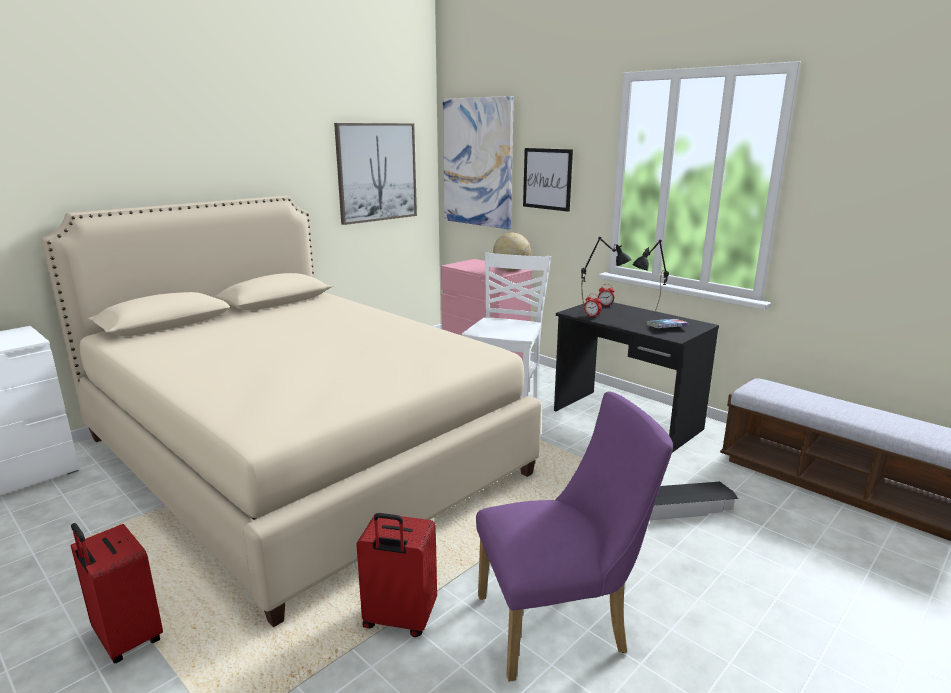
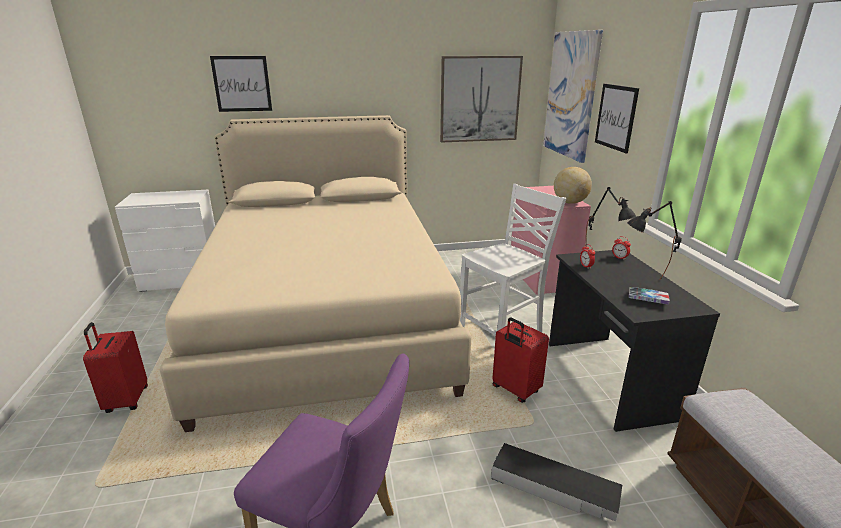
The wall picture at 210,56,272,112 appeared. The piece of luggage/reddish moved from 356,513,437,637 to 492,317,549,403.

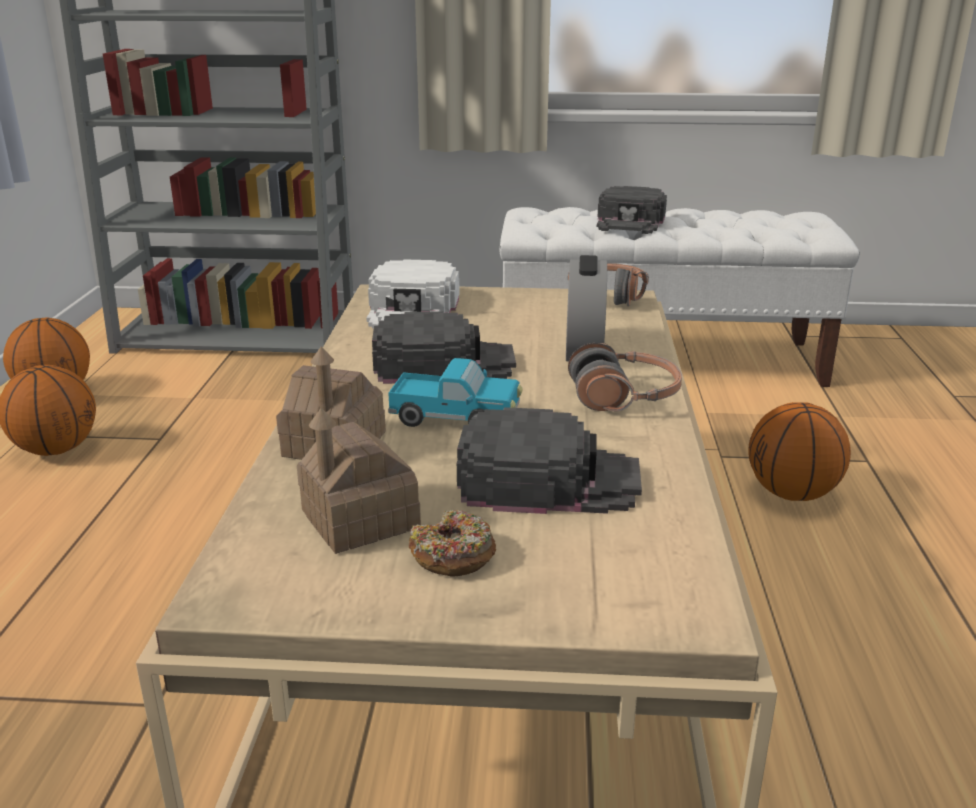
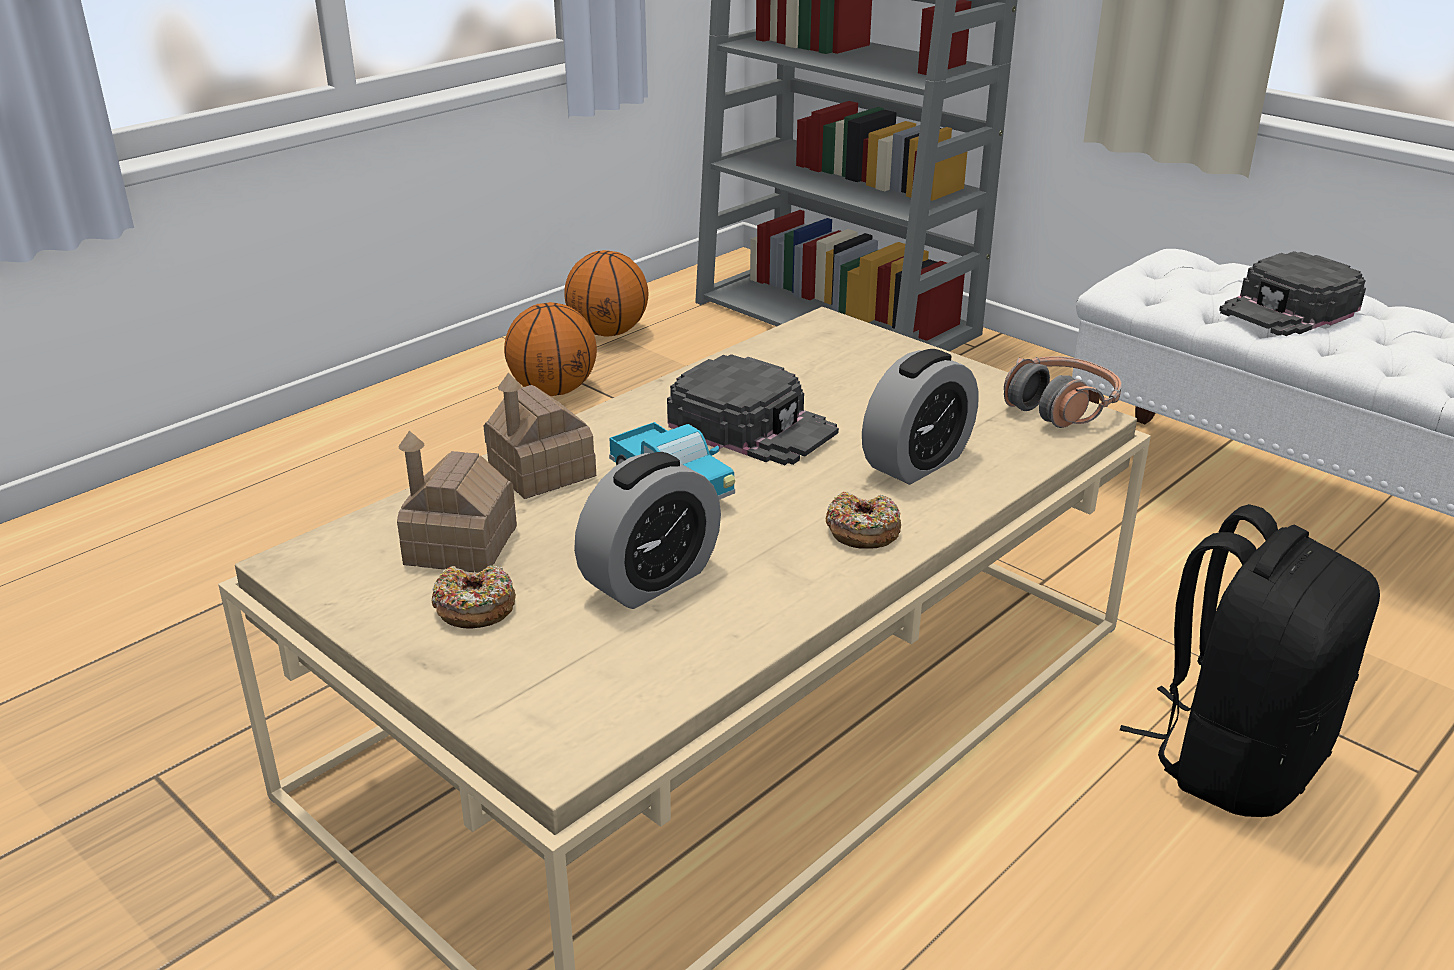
The peaked cap/white-coloured at 367,259,460,329 disappeared. The peaked cap/blackish at 457,407,642,514 was replaced by the alarm clock at 574,452,721,609. The headset at 568,343,682,411 was replaced by the ring doughnut at 826,491,901,549. The ball for basketball at 748,402,851,501 was replaced by the rucksack/blackish at 1120,504,1380,817.

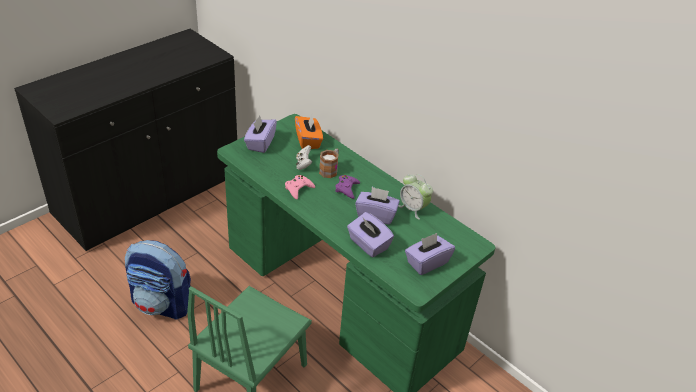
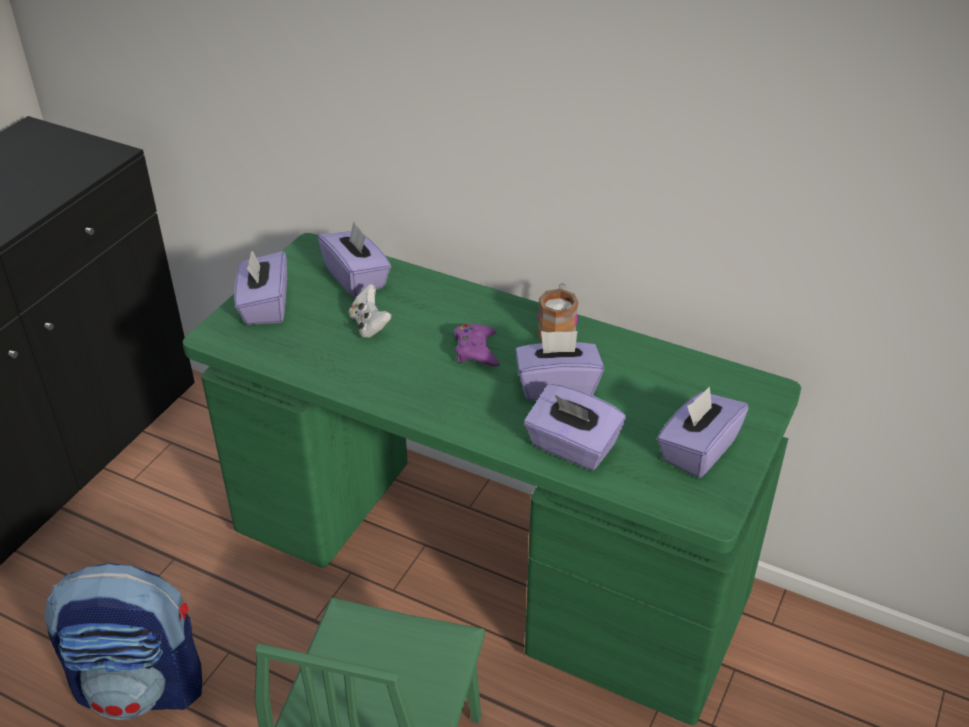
The game controller/pink at 285,175,315,200 disappeared. The alarm clock at 398,174,433,220 disappeared. The mug moved from 319,149,339,178 to 537,283,579,342. The box of tissues/orangey at 295,115,323,149 became the box of tissues/purple at 318,221,391,298.

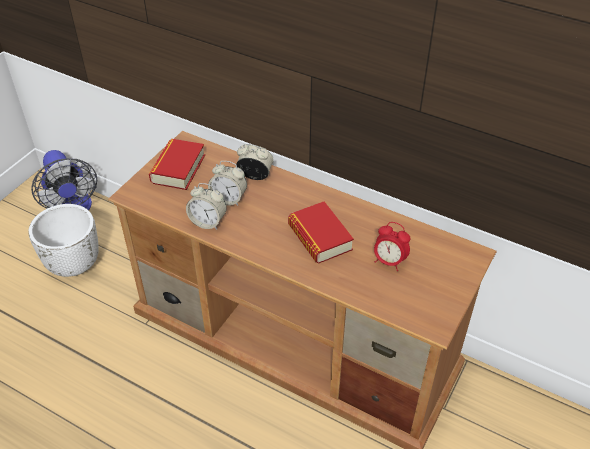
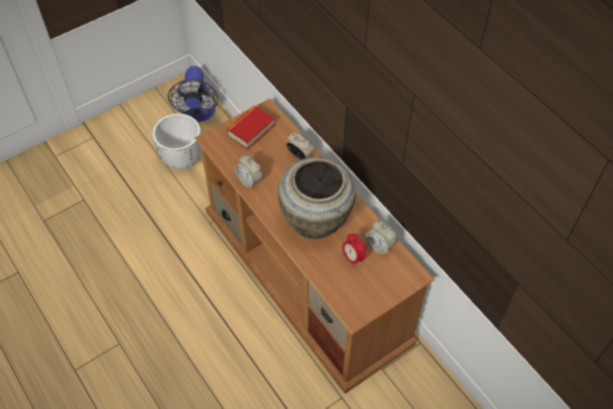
The alarm clock moved from 208,161,247,206 to 366,221,397,255. The book at 288,201,354,263 was replaced by the flower vase/sand-coloured at 278,157,356,239.

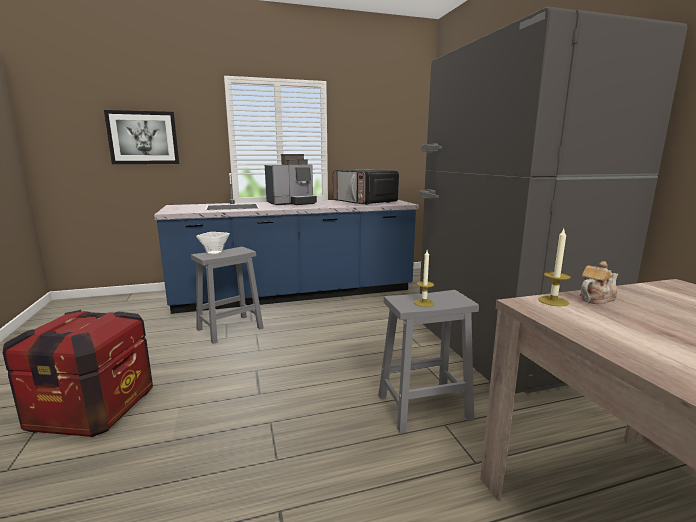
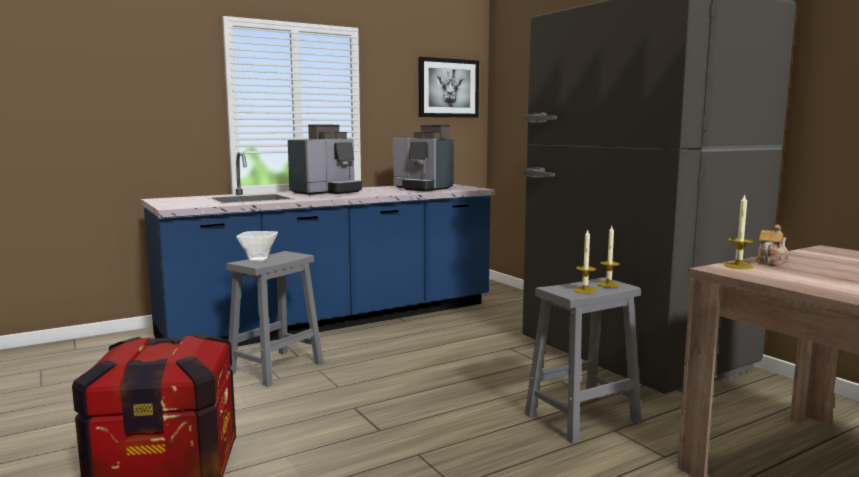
The wax candle at 597,226,620,287 appeared. The wall picture moved from 104,110,179,164 to 419,57,479,118. The microwave oven at 333,170,399,205 was replaced by the coffee brewer at 393,125,453,191.

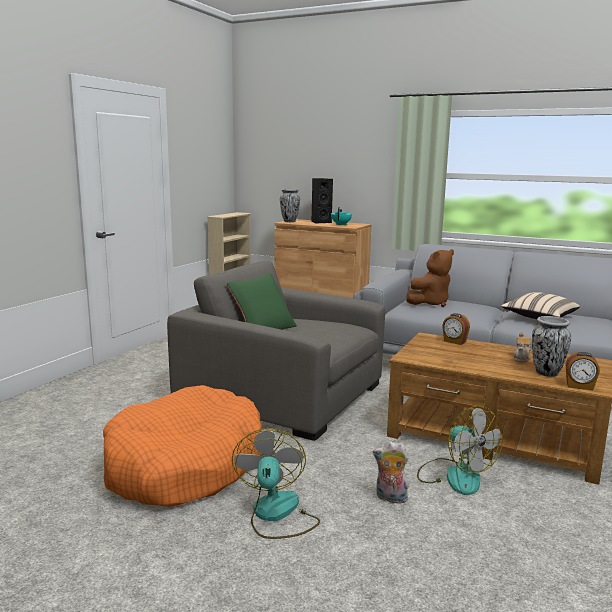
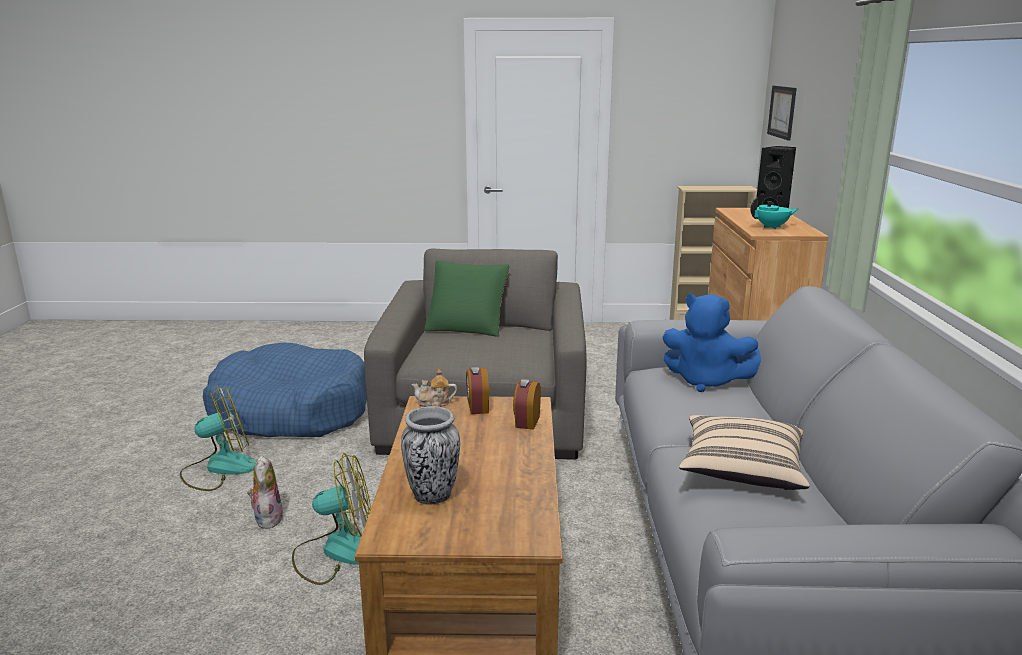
The flower vase at 280,189,300,222 disappeared. The wall picture at 767,86,797,141 appeared. The tea pot moved from 513,332,531,362 to 412,369,457,407. The alarm clock moved from 565,351,600,390 to 466,366,489,414. The pet bed/orangey at 103,385,262,507 became the pet bed/bluish at 203,342,367,437. The plush toy/brownish at 406,249,454,307 became the plush toy/bluish at 662,294,761,392. The electric fan at 417,406,503,495 turned 135 degrees counterclockwise.

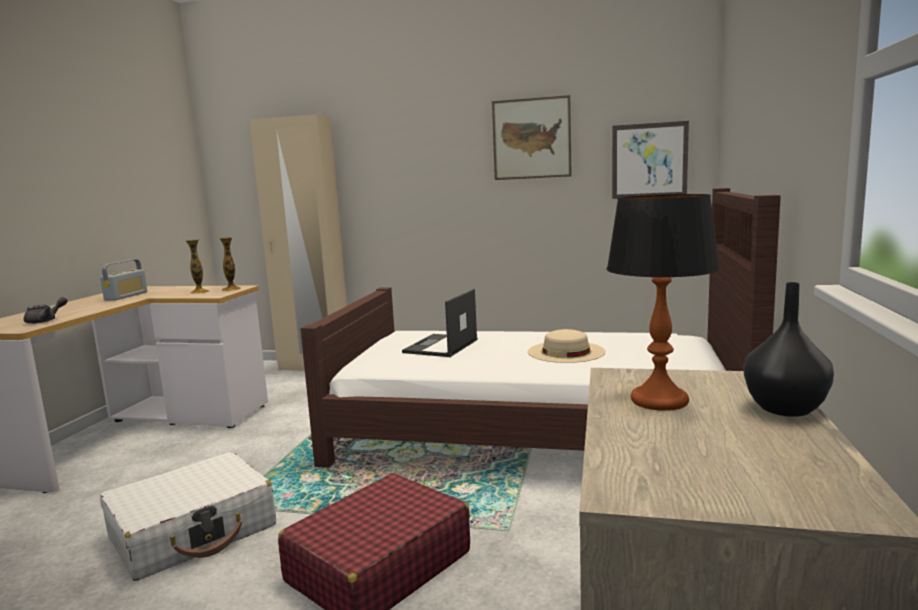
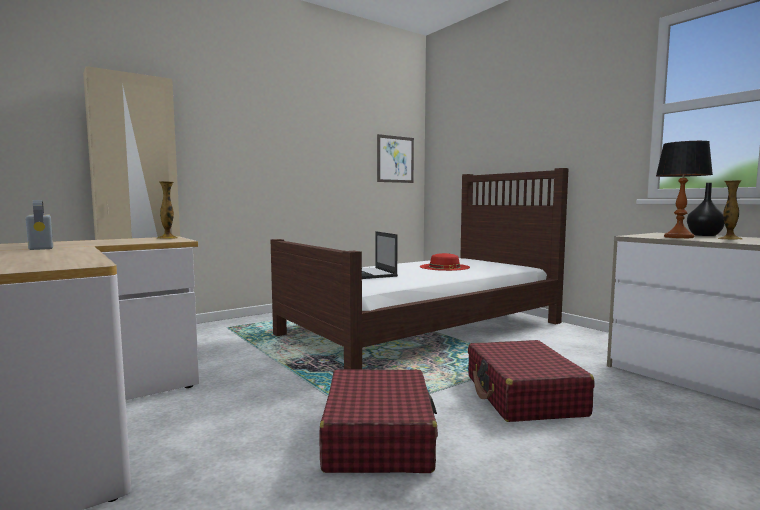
The tea pot/grey at 24,297,68,324 disappeared. The wall picture at 492,95,572,180 disappeared. The flower vase moved from 186,239,209,294 to 718,180,742,240. The piece of luggage/white-coloured at 100,452,276,581 became the piece of luggage/reddish at 319,369,438,473. The hat/sand-coloured at 528,329,605,363 became the hat/reddish at 420,253,470,271.

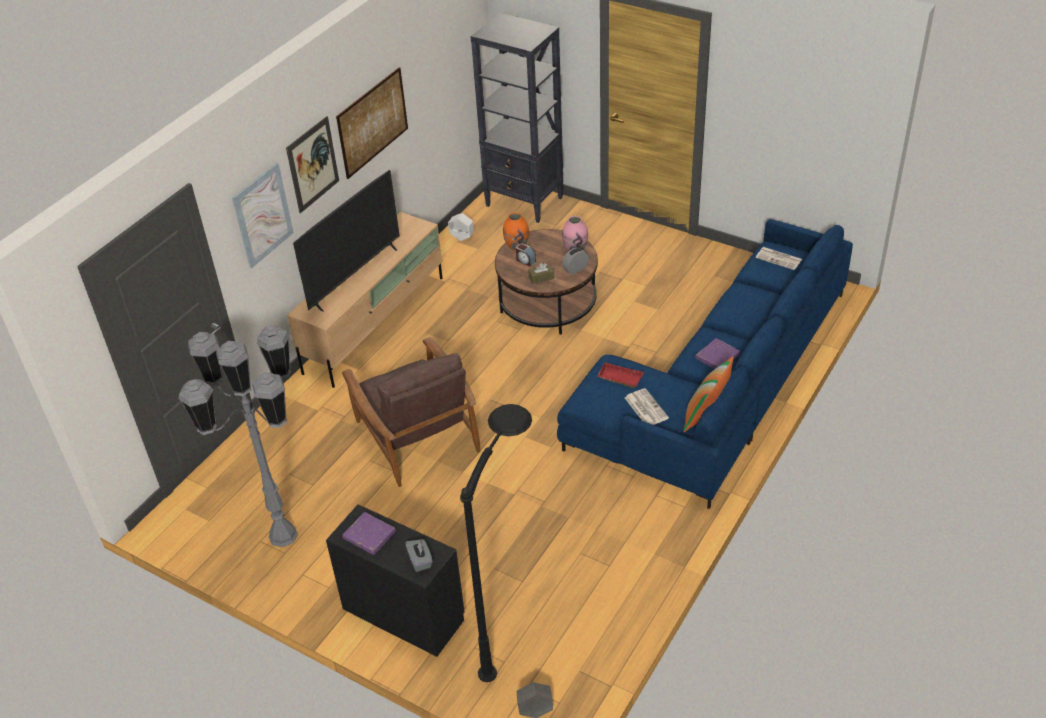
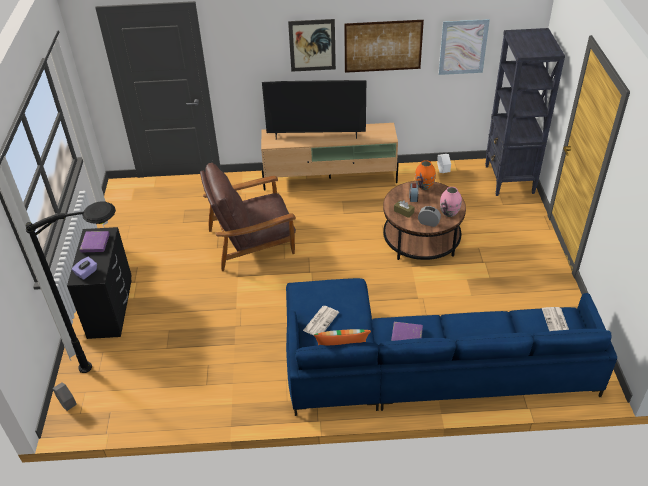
The standing lamp/grey at 179,325,298,547 disappeared. The carrying tray/reddish at 597,362,644,388 disappeared. The wall picture moved from 232,163,294,268 to 438,19,490,75. The box of tissues/grey at 405,539,433,572 became the box of tissues/purple at 72,257,97,280. The easy chair/brownish at 342,338,480,487 turned 45 degrees clockwise.

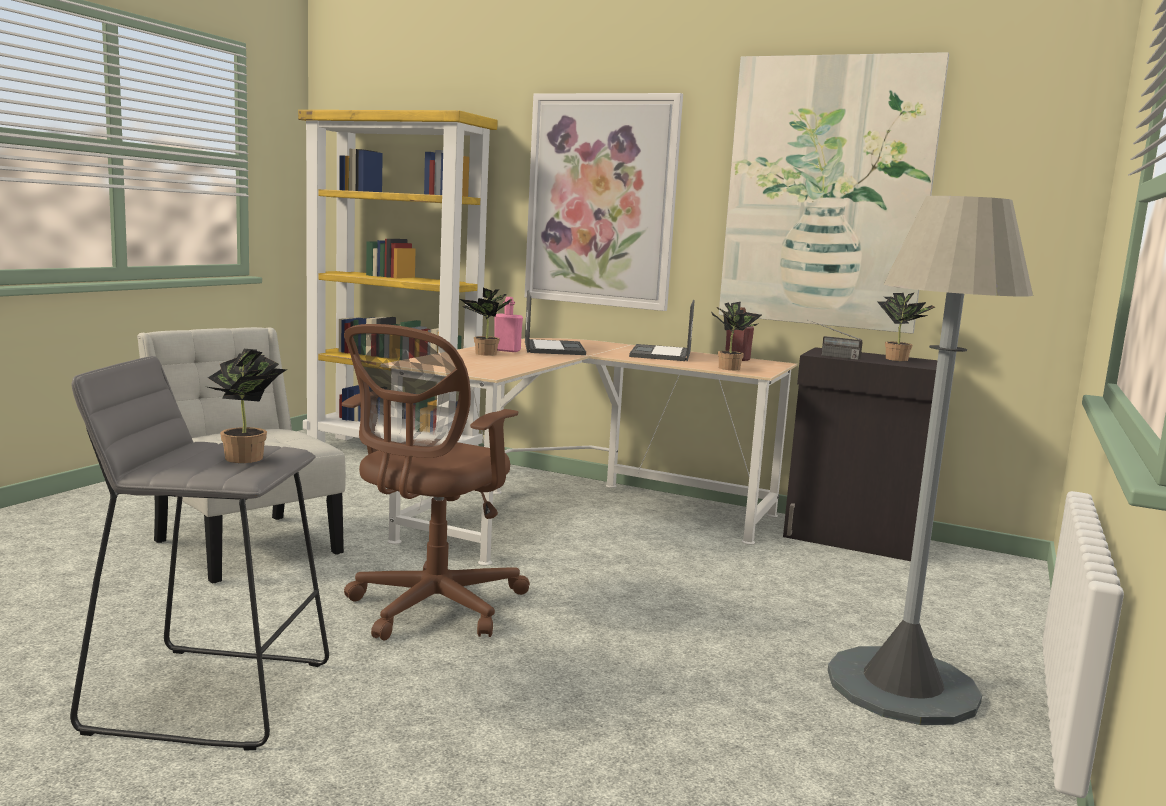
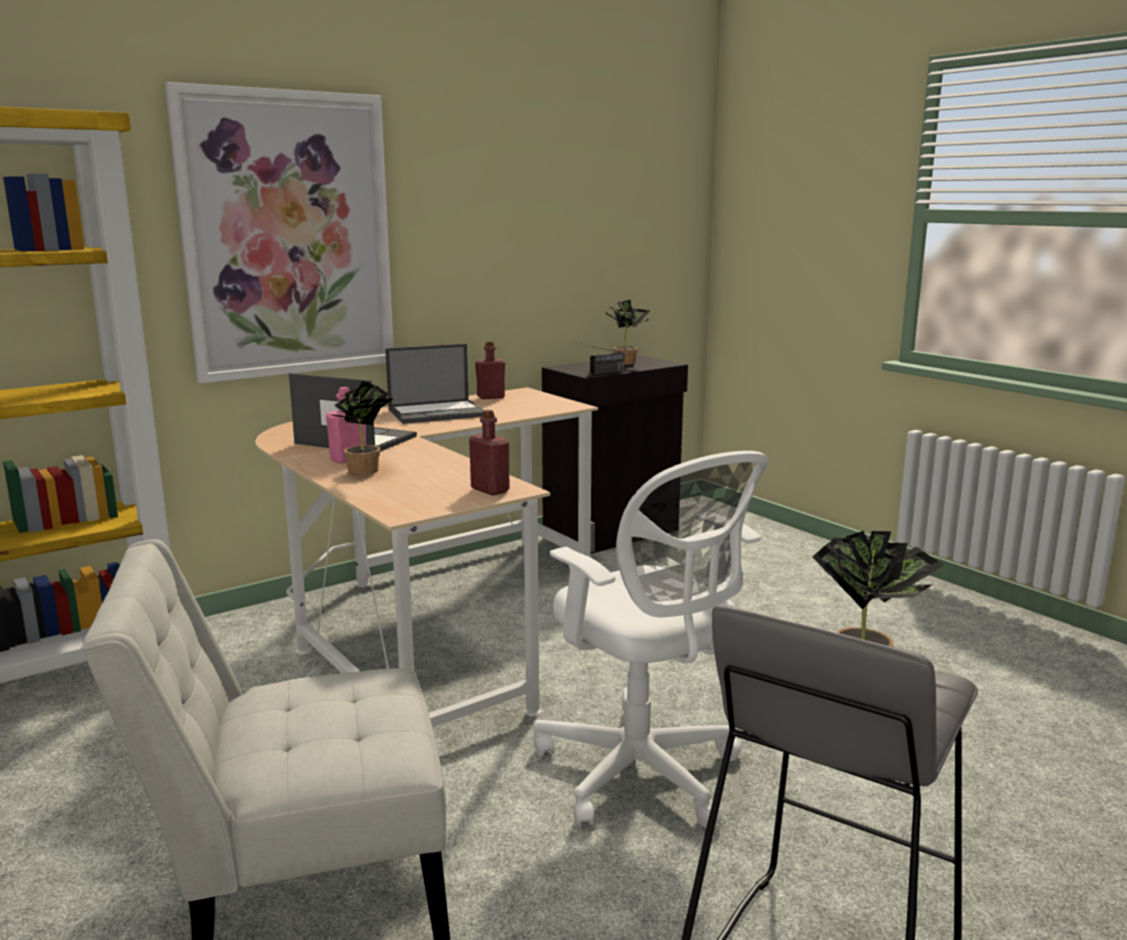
The plant in a pot at 711,302,762,370 disappeared. The wall picture at 719,52,949,334 disappeared. The standing lamp/grey at 828,196,1033,725 disappeared. The bottle/reddish at 469,410,510,496 appeared. The office chair/brownish at 342,324,530,641 became the office chair/white-coloured at 533,451,769,828. The portable computer at 629,300,695,361 turned 60 degrees counterclockwise.

